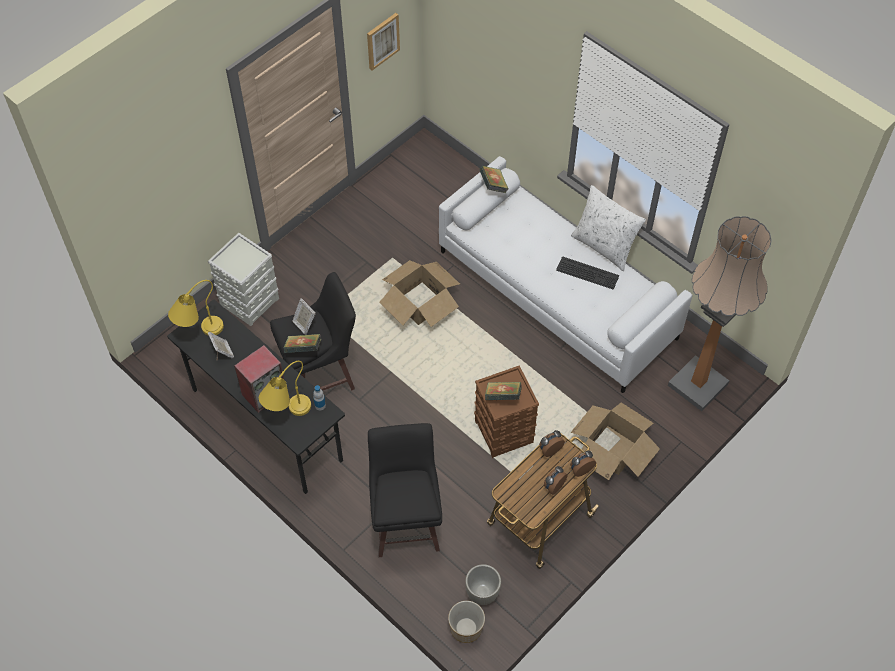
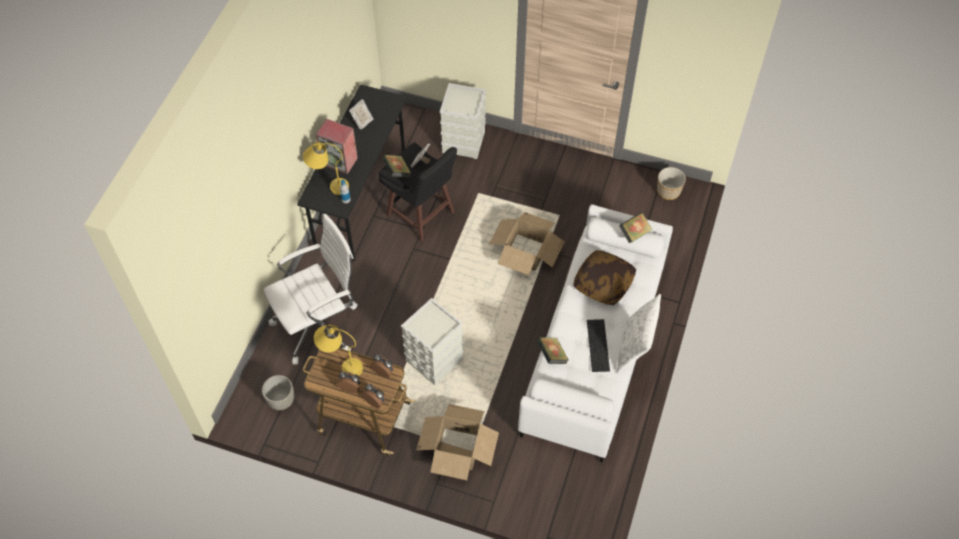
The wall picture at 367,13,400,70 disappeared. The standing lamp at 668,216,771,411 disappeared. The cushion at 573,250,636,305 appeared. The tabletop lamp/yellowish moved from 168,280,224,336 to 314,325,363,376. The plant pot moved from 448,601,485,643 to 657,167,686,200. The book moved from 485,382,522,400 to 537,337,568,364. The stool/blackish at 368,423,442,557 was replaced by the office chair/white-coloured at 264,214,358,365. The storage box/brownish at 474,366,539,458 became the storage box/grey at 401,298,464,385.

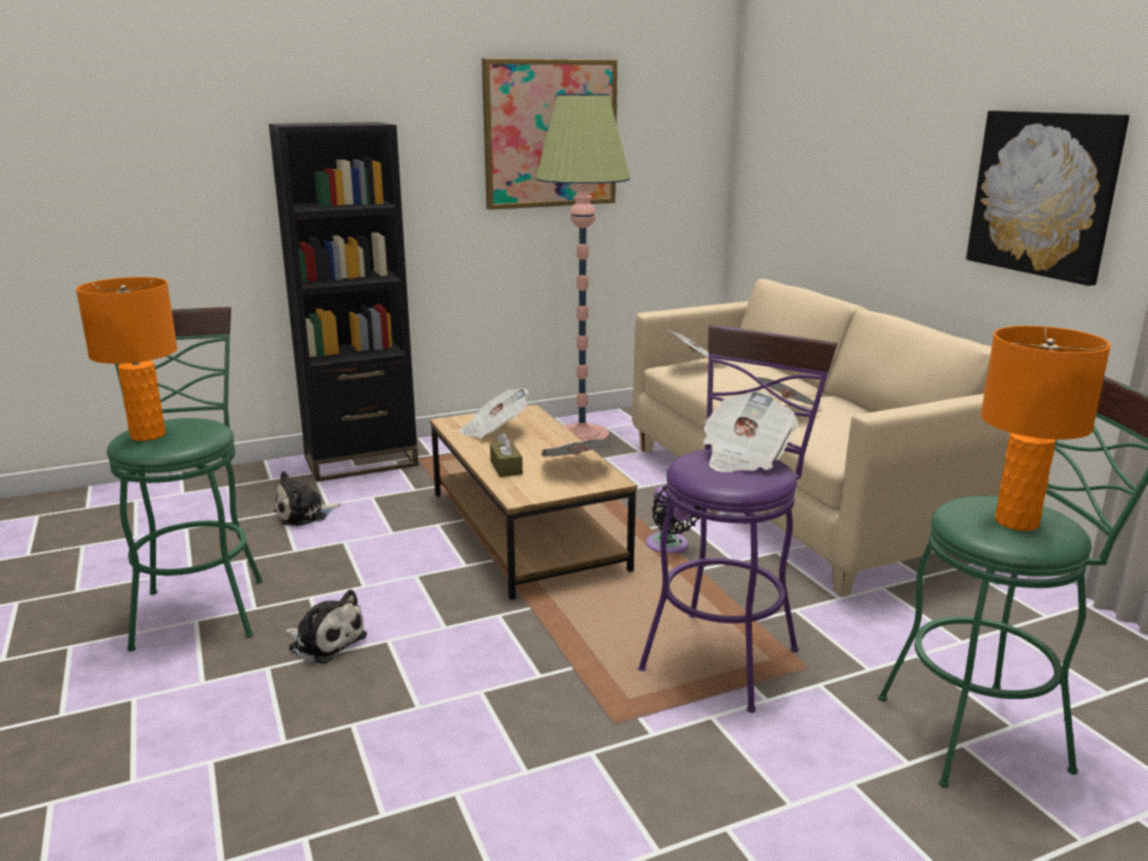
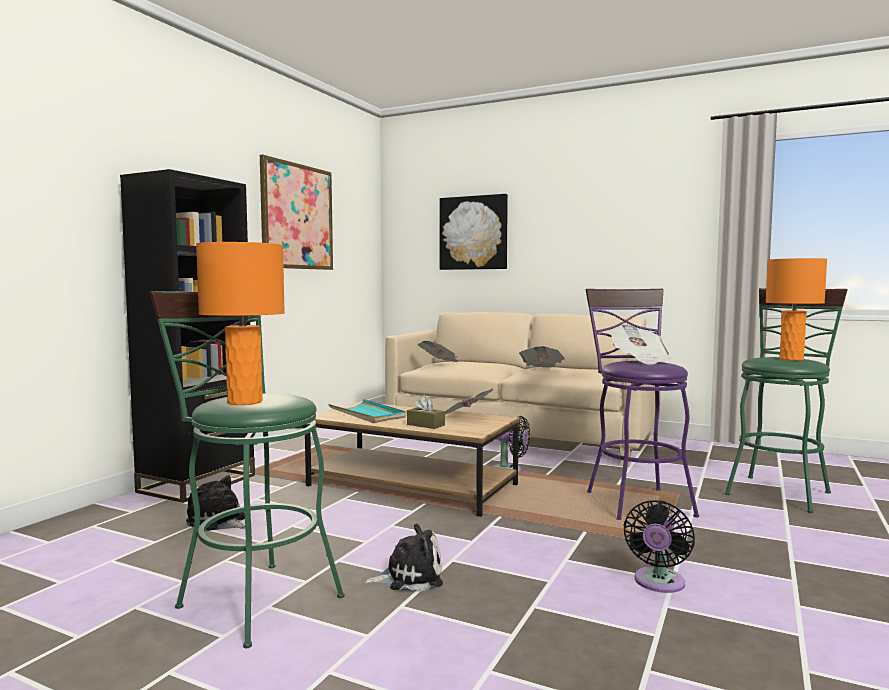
The standing lamp at 536,93,630,441 disappeared. The electric fan/blackish at 623,500,695,593 appeared. The wall picture moved from 966,110,1129,286 to 440,194,508,270. The daily paper at 459,388,529,439 was replaced by the carrying tray/turquoise-coloured at 328,399,406,423. The plush toy at 274,471,341,526 turned 105 degrees clockwise.

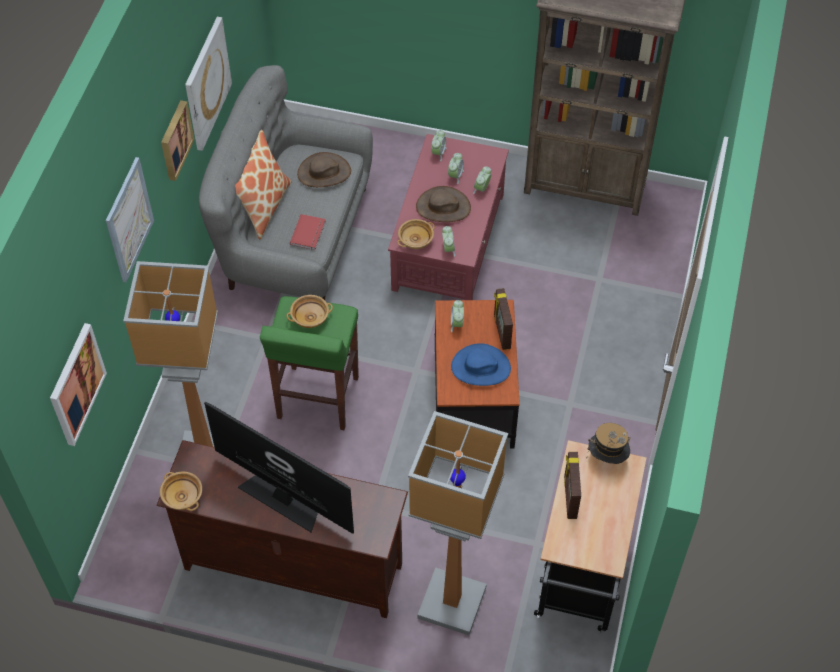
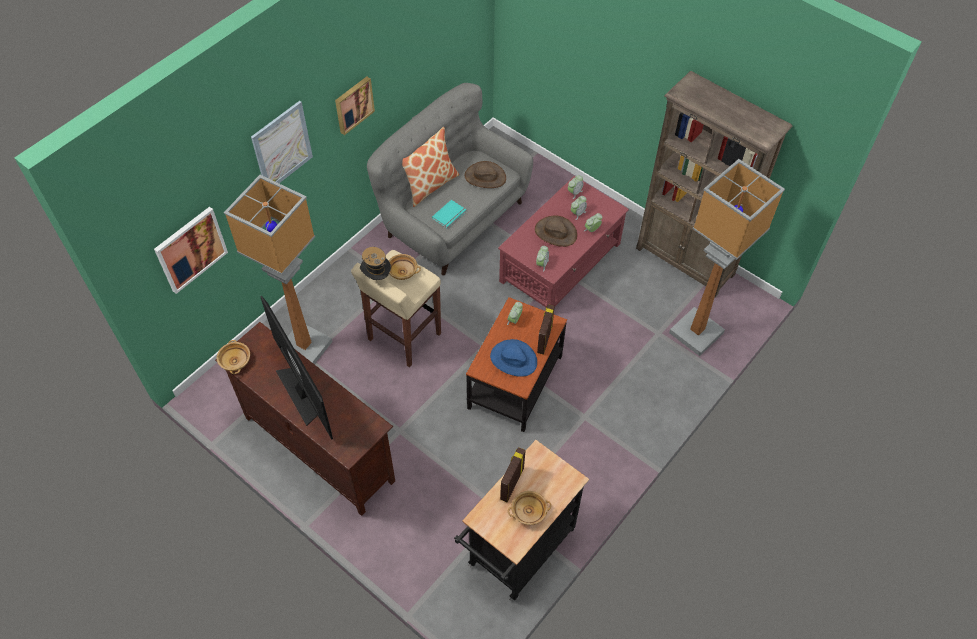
The wall picture at 185,17,232,151 disappeared. The deep dish/sand-coloured moved from 397,219,435,249 to 508,491,551,525. The standing lamp moved from 408,411,508,635 to 669,159,785,356. The hat moved from 588,423,631,464 to 360,247,391,280. The stool/greenish at 260,296,359,430 became the stool/sand-coloured at 351,250,441,367. The book/reddish at 290,214,326,250 became the book/turquoise-coloured at 432,200,467,229.

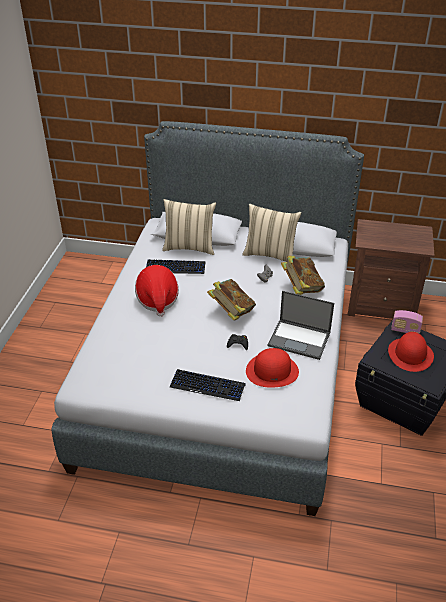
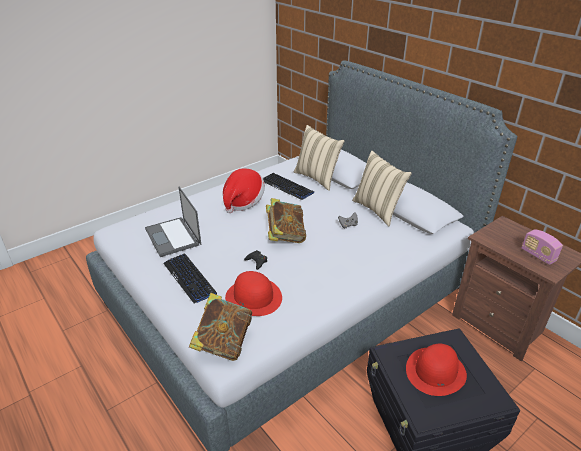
The portable computer moved from 267,291,334,360 to 145,187,201,257. The book moved from 281,256,325,295 to 189,293,252,361. The radio receiver moved from 391,310,423,334 to 522,229,563,265.

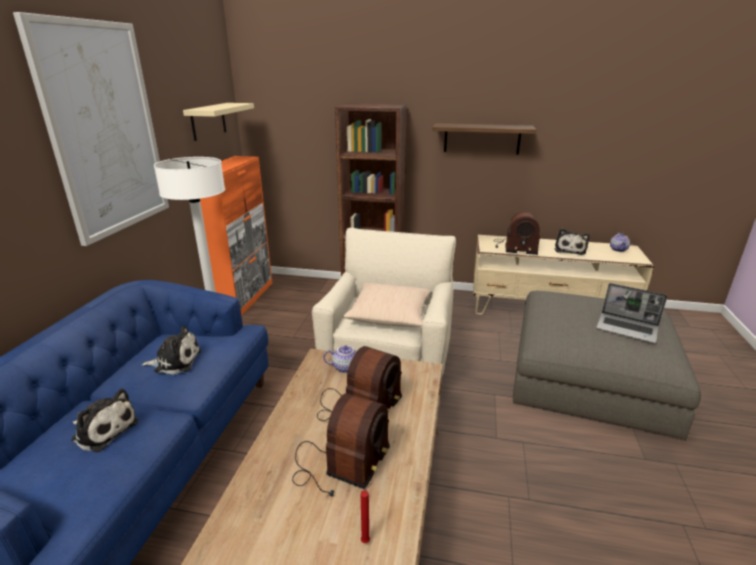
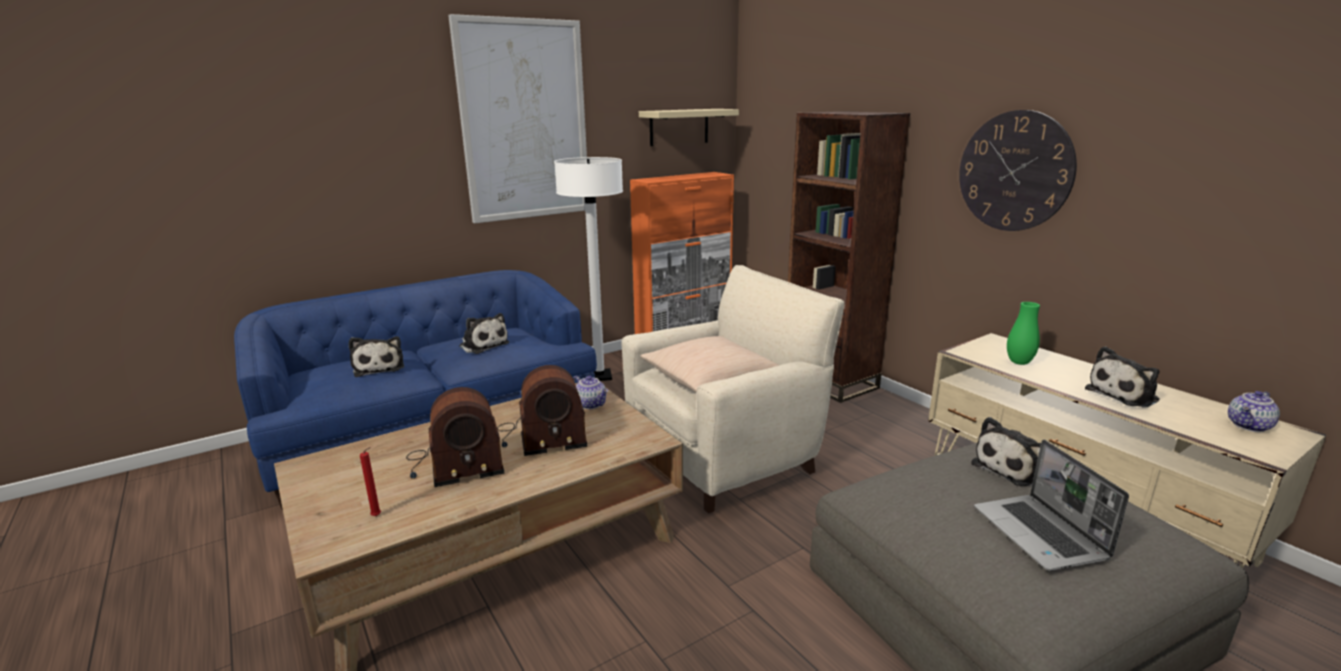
The plush toy at 971,417,1041,487 appeared. The wall shelf at 432,123,536,155 was replaced by the clock on the wall at 959,110,1077,231. The radio receiver at 495,211,540,255 was replaced by the flower vase/greenish at 1007,302,1040,365.

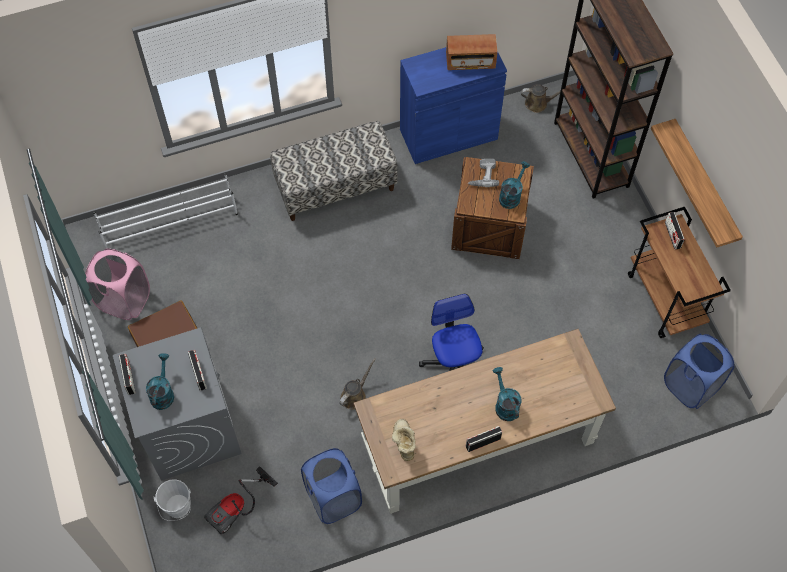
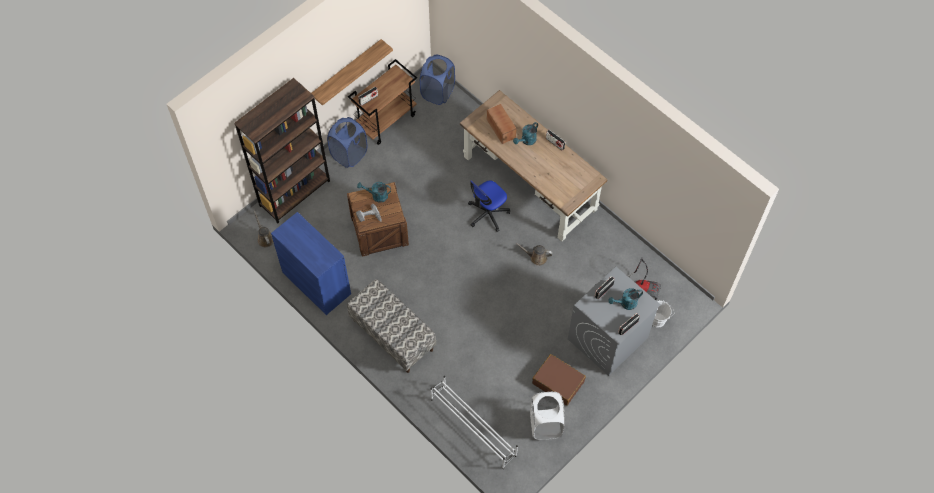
The tall boot at 392,419,416,461 disappeared. The washing basket/bluish moved from 301,448,362,524 to 327,117,368,168. The radio receiver moved from 446,34,498,70 to 487,104,517,144. The washing basket/pink at 85,248,150,320 became the washing basket/white-coloured at 530,392,564,440.

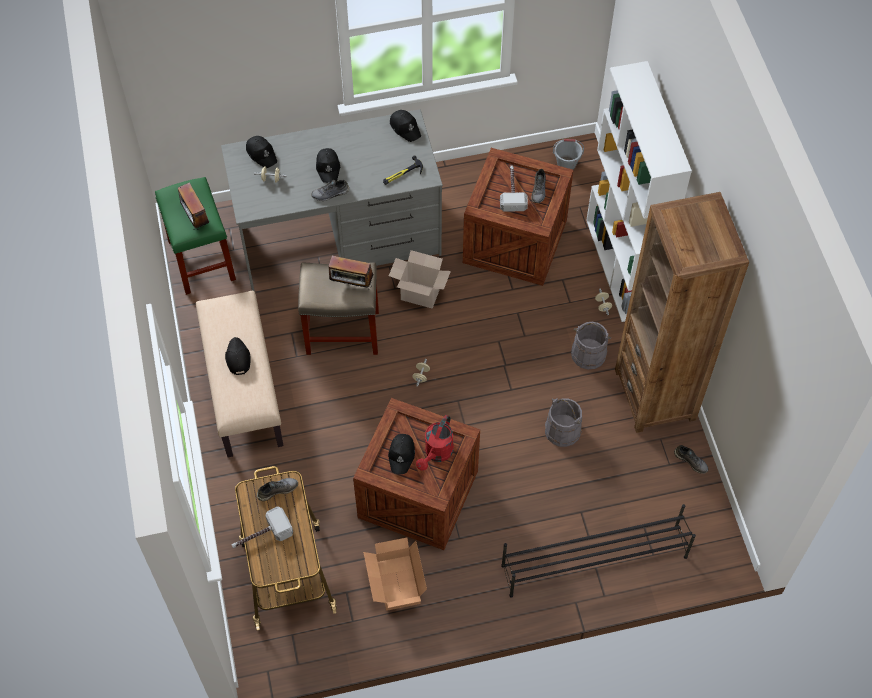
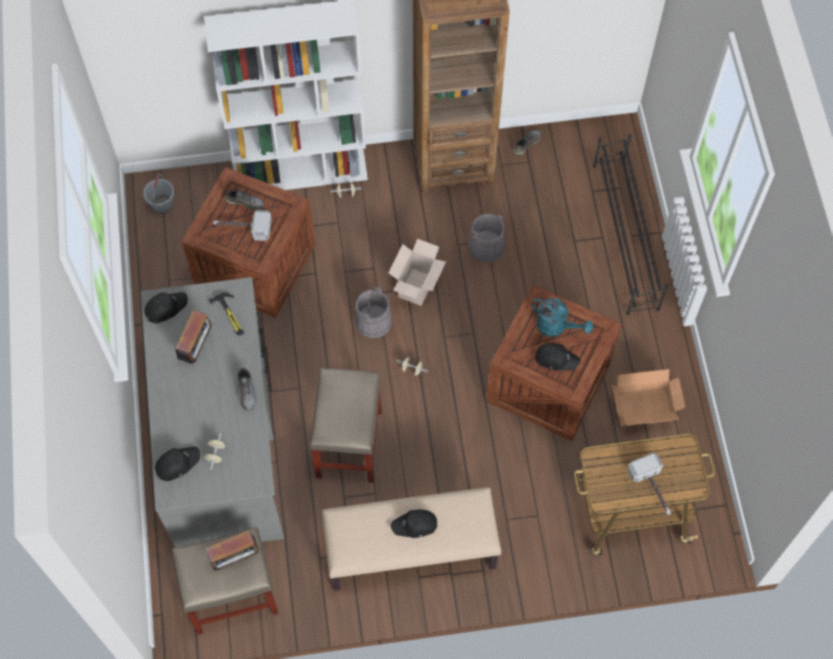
The item of footwear/grey at 257,478,298,501 disappeared. The peaked cap/blackish at 316,148,340,183 disappeared. The radio receiver moved from 328,256,373,290 to 175,310,212,364. The packing box moved from 389,250,451,308 to 389,239,446,306. The pail/grey moved from 571,322,611,369 to 355,286,392,338. The stool/greenish at 155,177,236,295 became the stool/sand-coloured at 172,527,279,635. The watering can/reddish at 416,415,454,471 became the watering can/turquoise-coloured at 532,298,593,337.

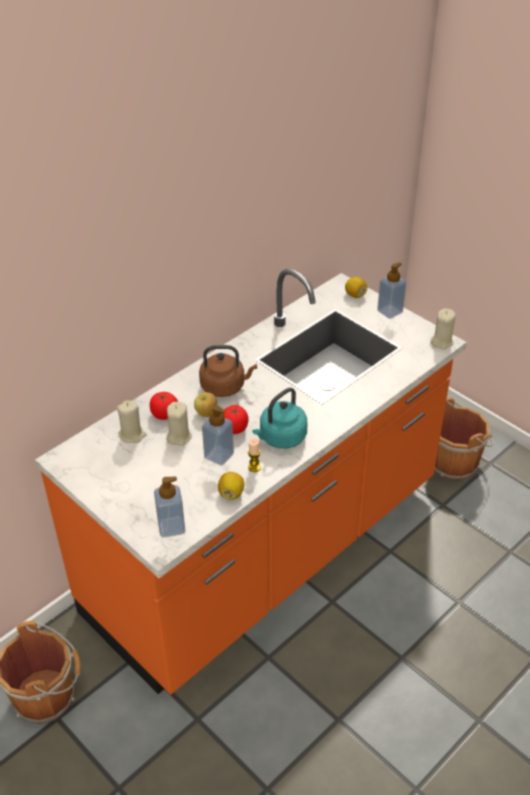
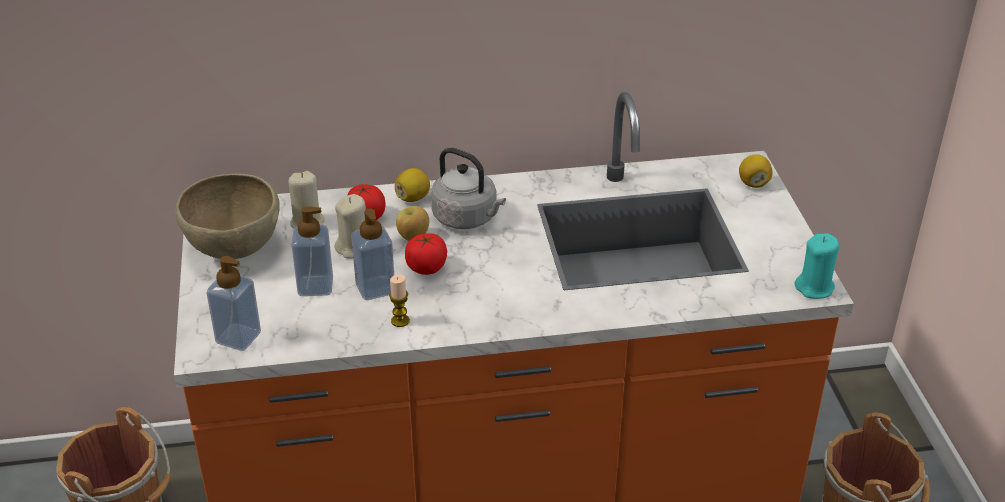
The tea kettle/turquoise-coloured at 253,388,307,448 disappeared. The deep dish/brownish at 175,173,280,259 appeared. The citrus fruit moved from 218,472,244,500 to 395,168,430,202. The soap bottle moved from 377,262,406,319 to 291,206,333,296. The tea kettle/brownish at 199,345,257,397 became the tea kettle/grey at 431,148,506,229. The wax candle/sand-coloured at 430,308,456,349 became the wax candle/turquoise-coloured at 795,233,839,299.

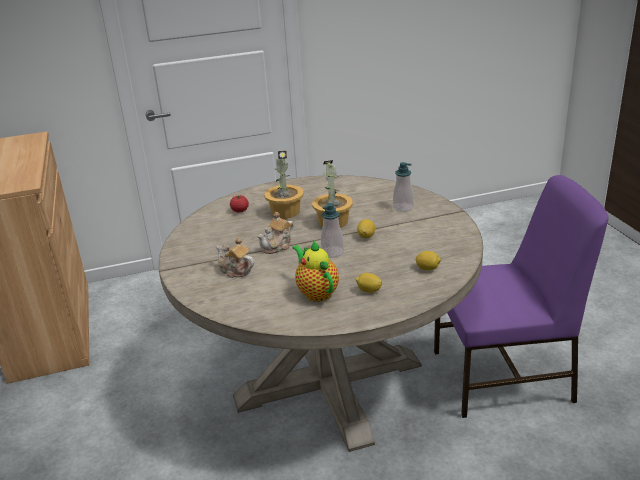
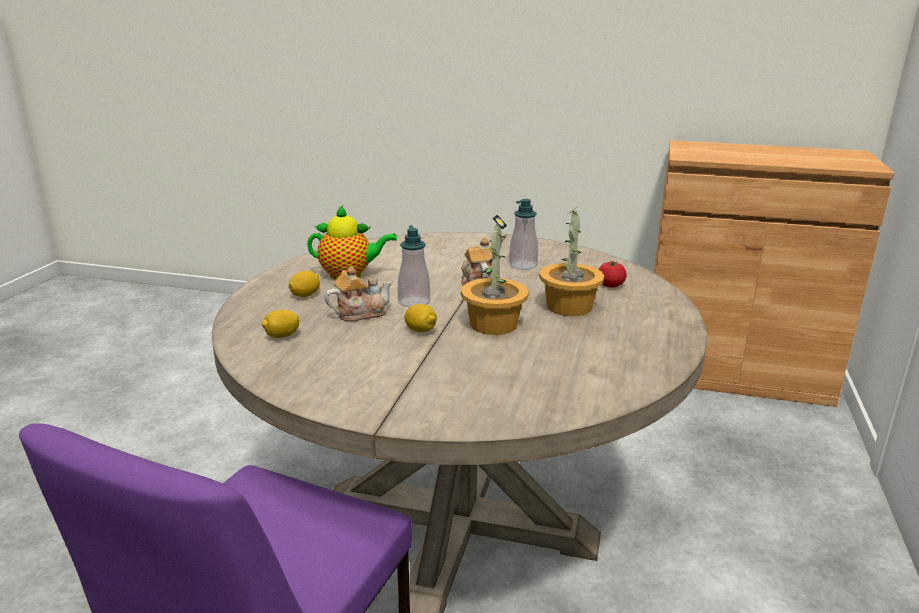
The tea pot moved from 216,237,254,278 to 324,266,393,322. The soap bottle moved from 393,162,414,212 to 509,199,538,269.

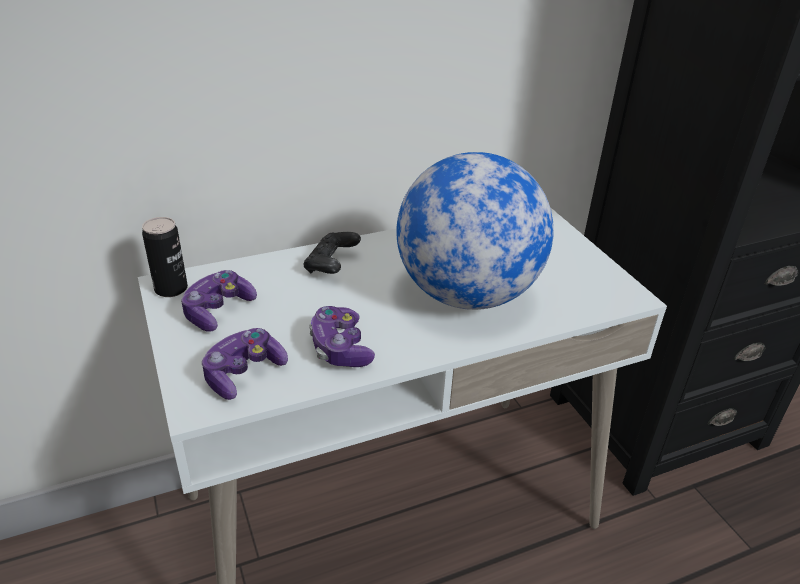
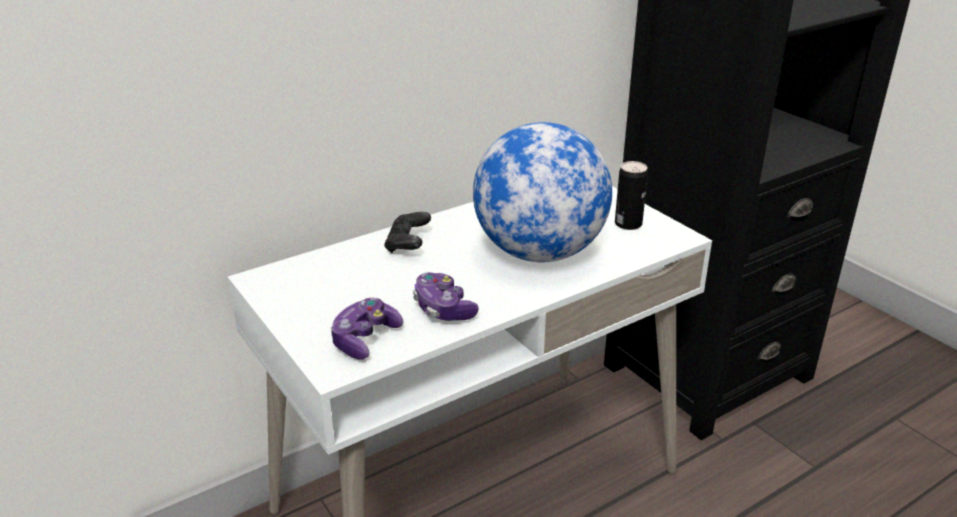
The game controller at 181,270,257,332 disappeared. The can moved from 142,217,188,297 to 615,161,648,230.

